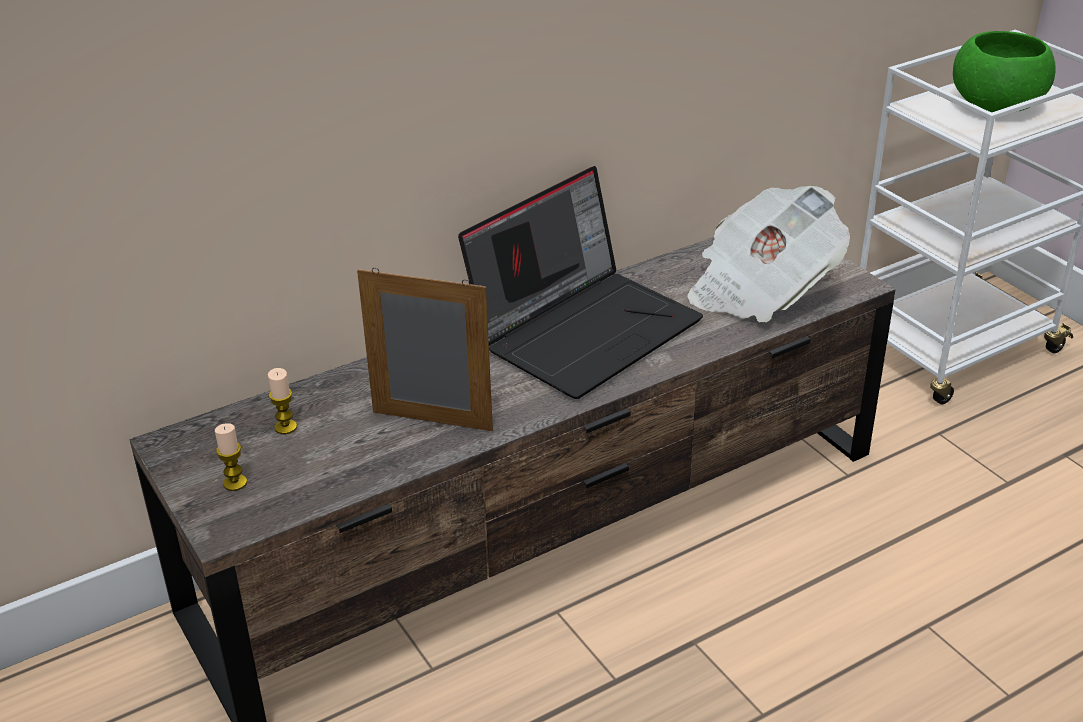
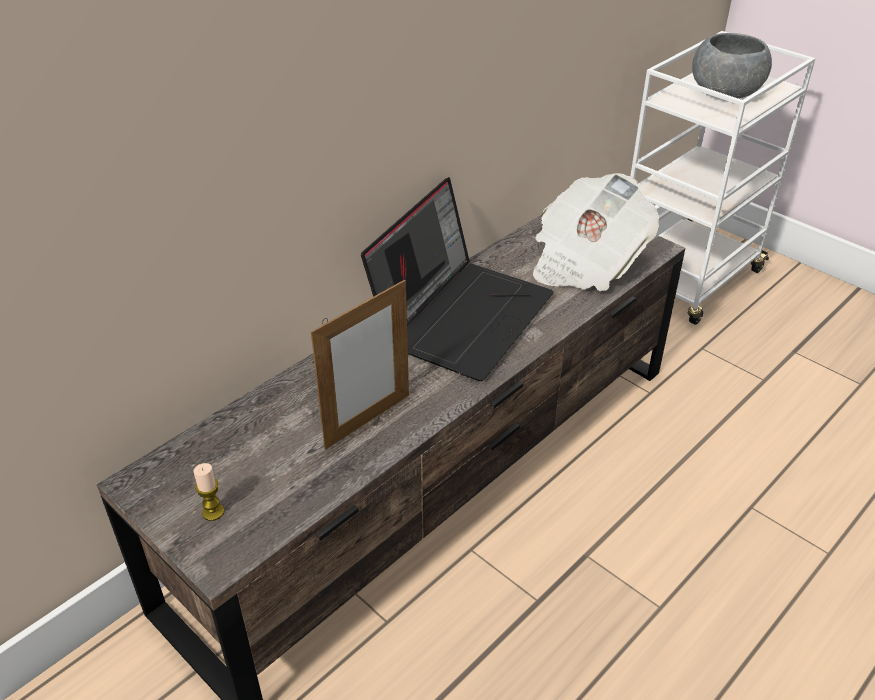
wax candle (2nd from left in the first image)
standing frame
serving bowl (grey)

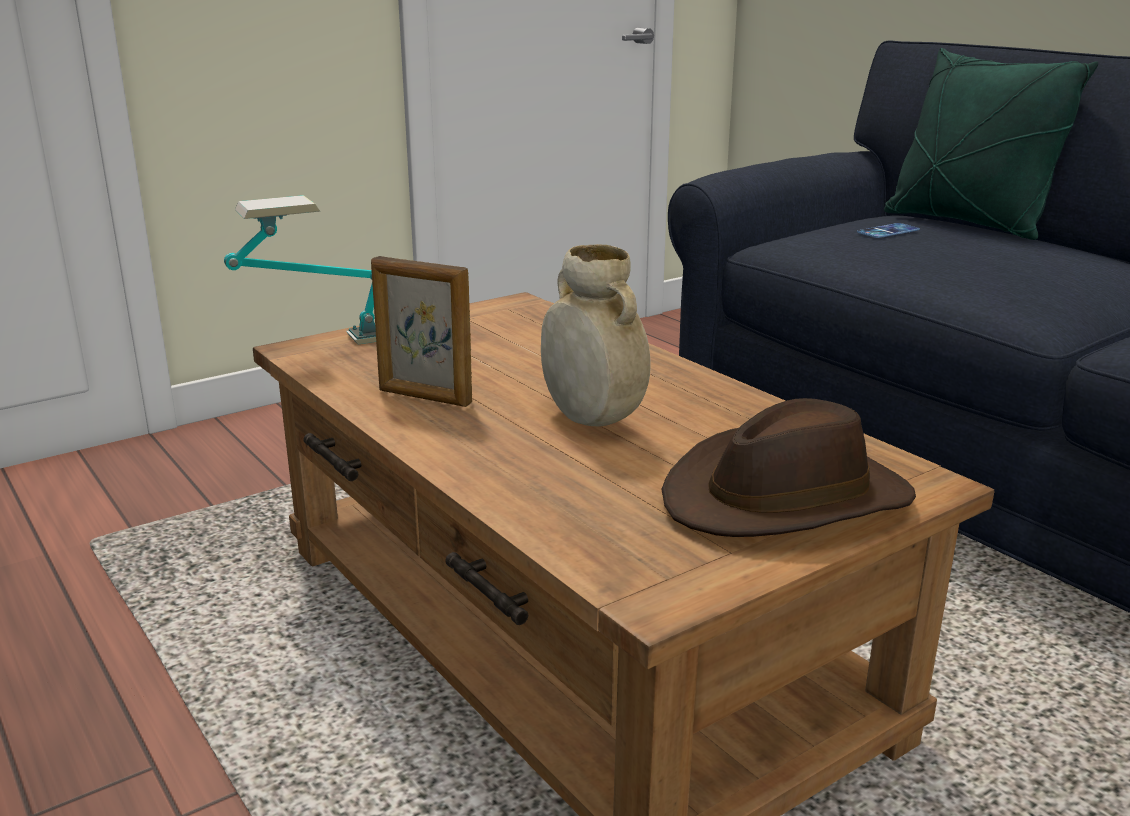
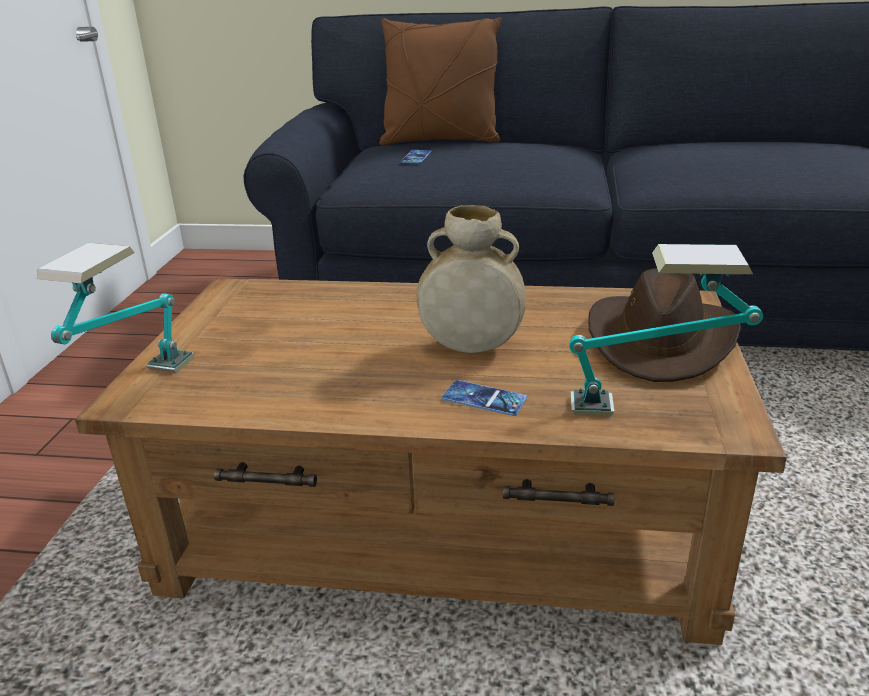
standing frame
cushion (brown-coloured)
handset (2nd from left)
tabletop lamp (2nd from left)

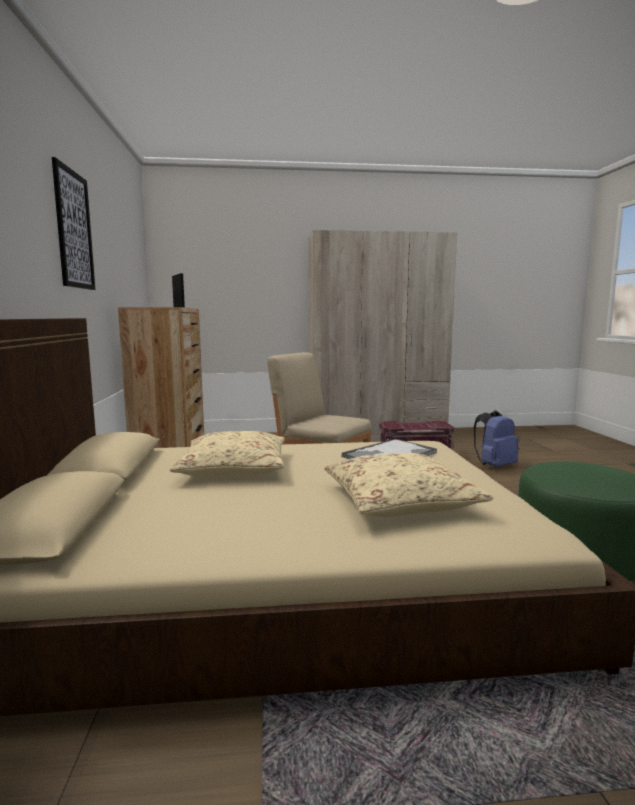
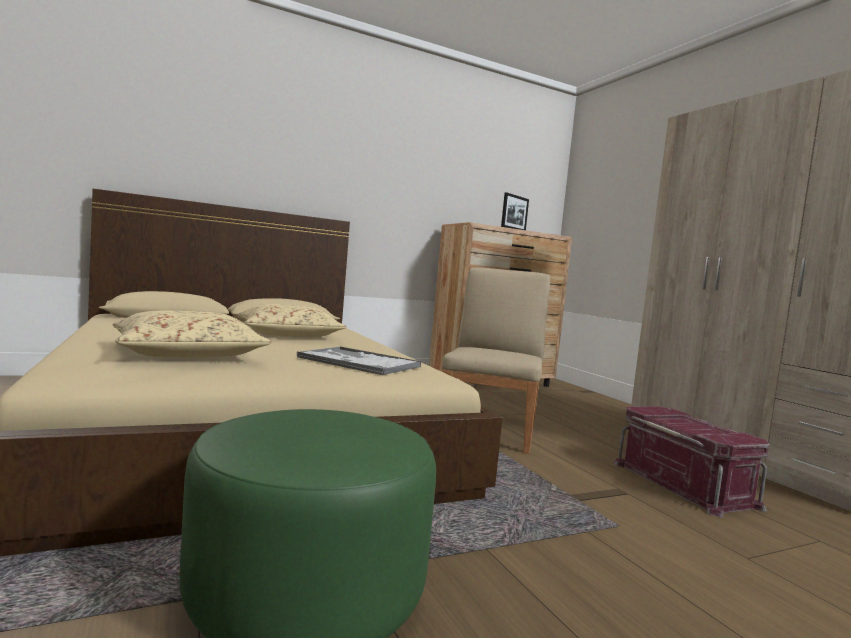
wall picture
backpack (blue)

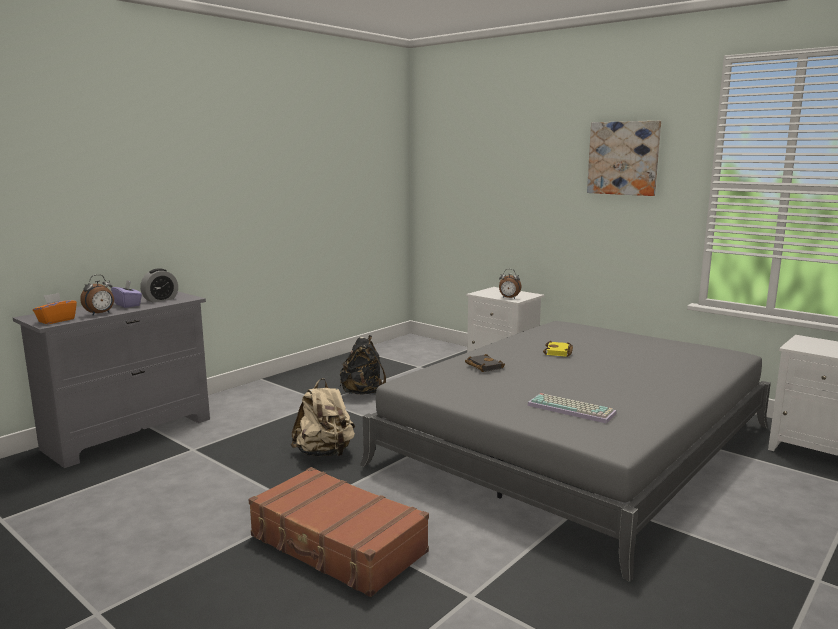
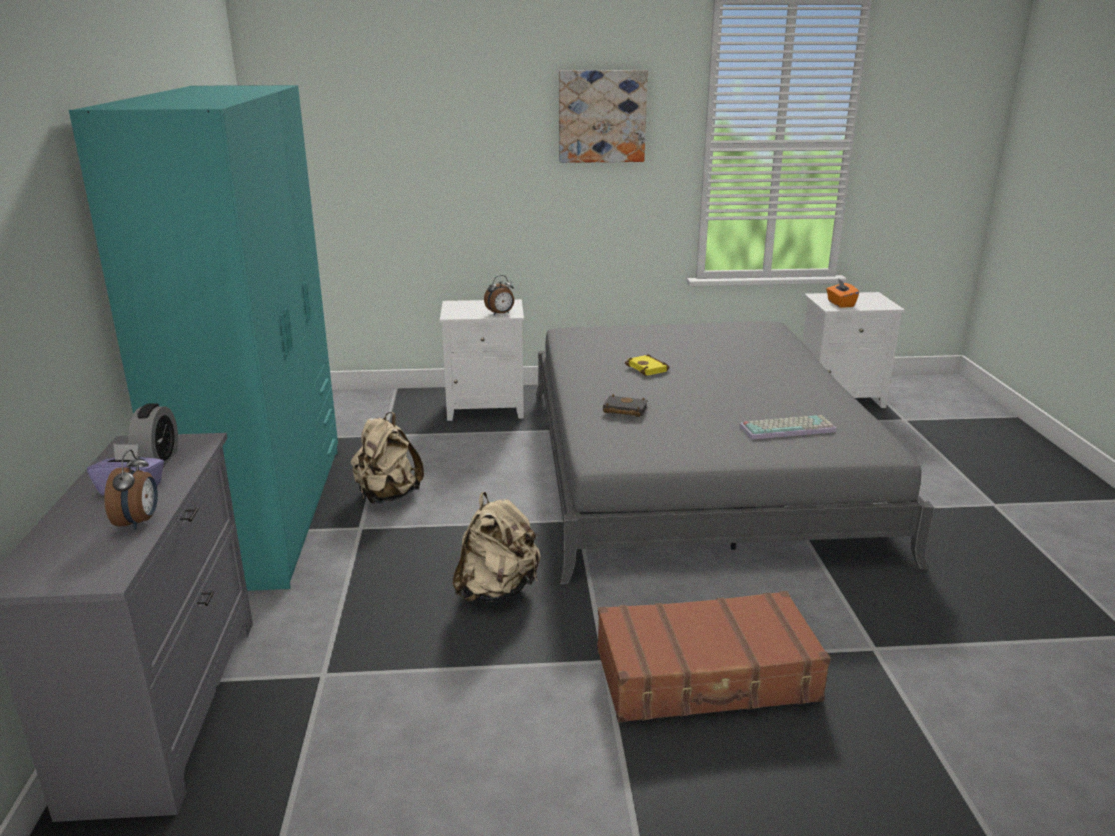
tissue holder (orange)
backpack (beige-coloured) (1st from left)
wardrobe (turquoise-coloured)

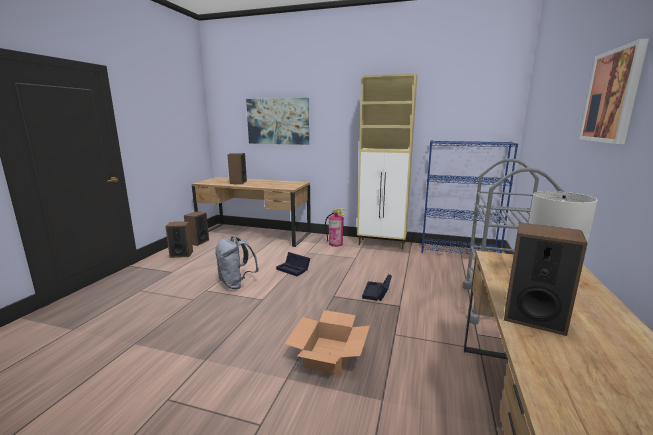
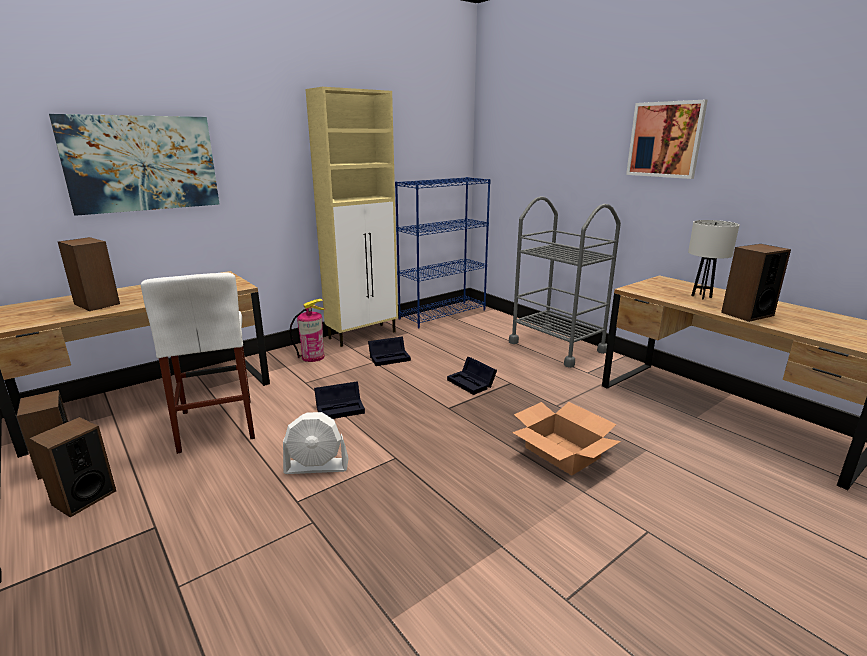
fan (whitish)
stool seat (whitish)
storage container (black-coloured) (2nd from left)

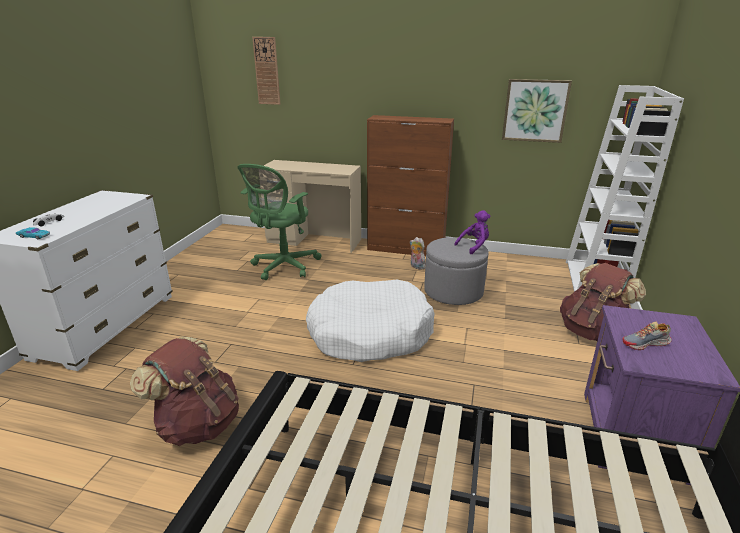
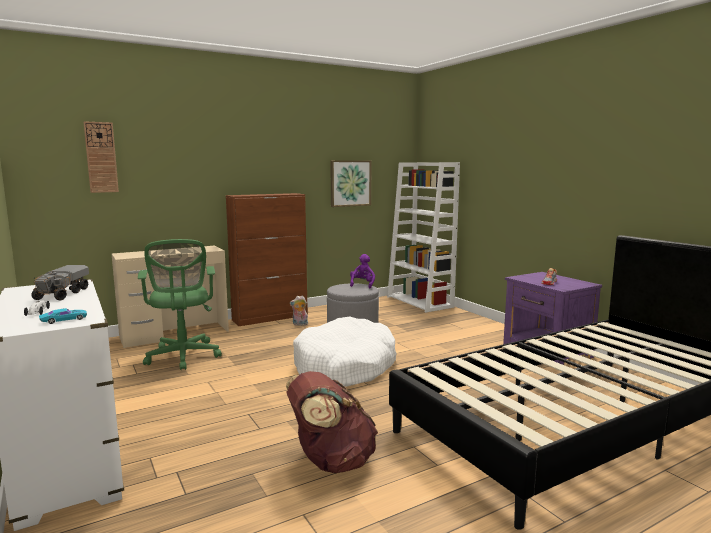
backpack (brown-coloured) (2nd from left in the first image)
toy truck

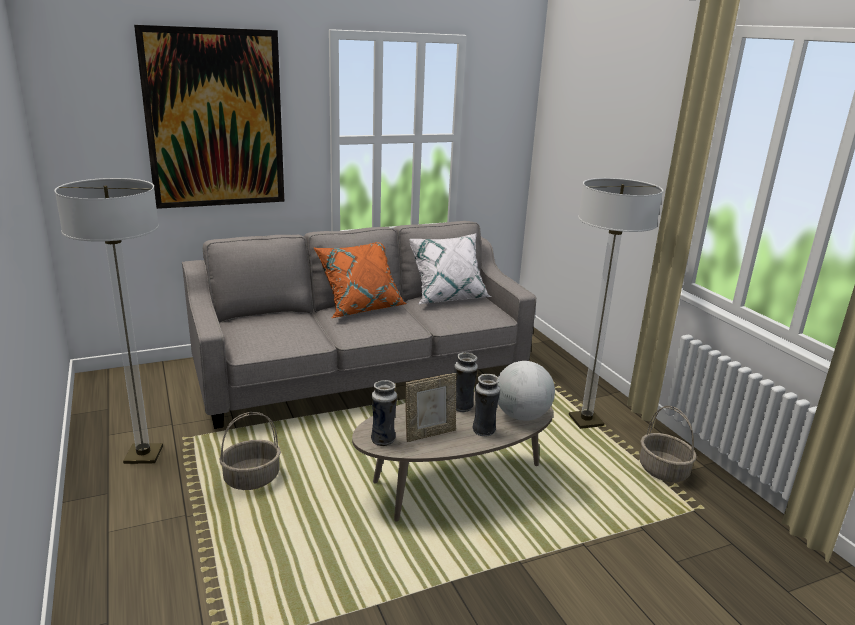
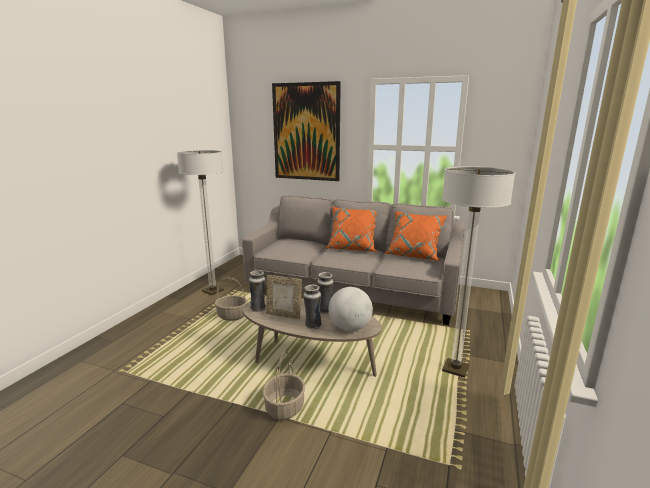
cushion (orange) (2nd from left)
storage basket (2nd from left)

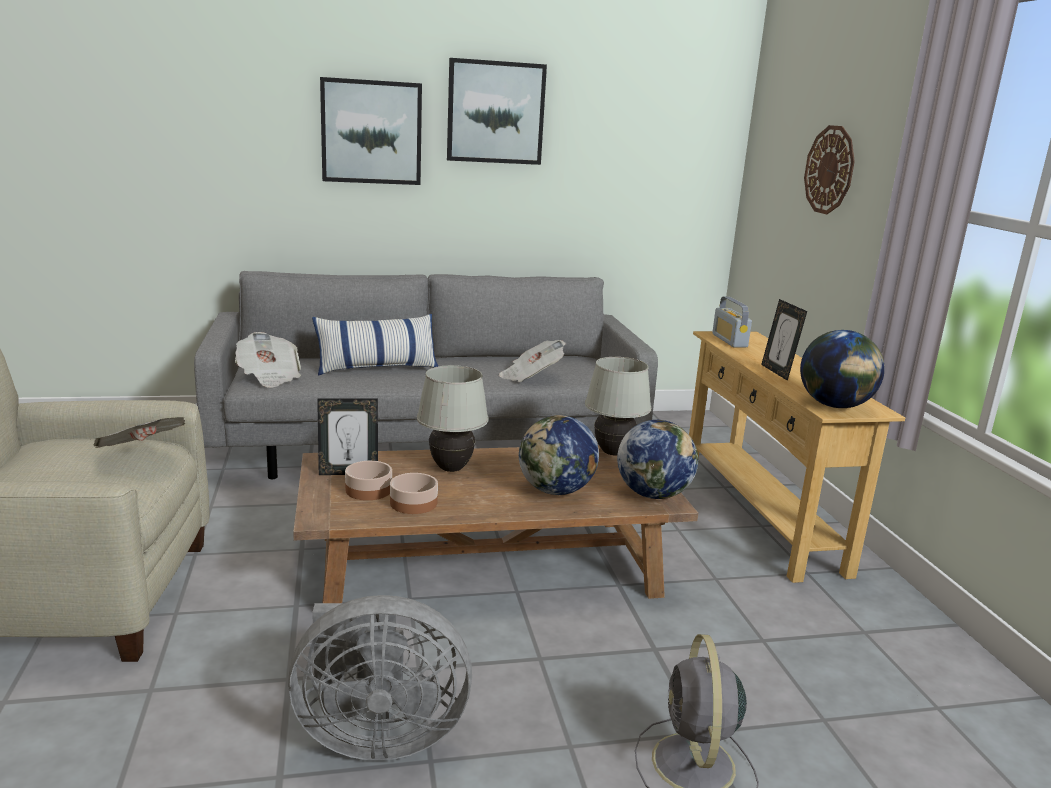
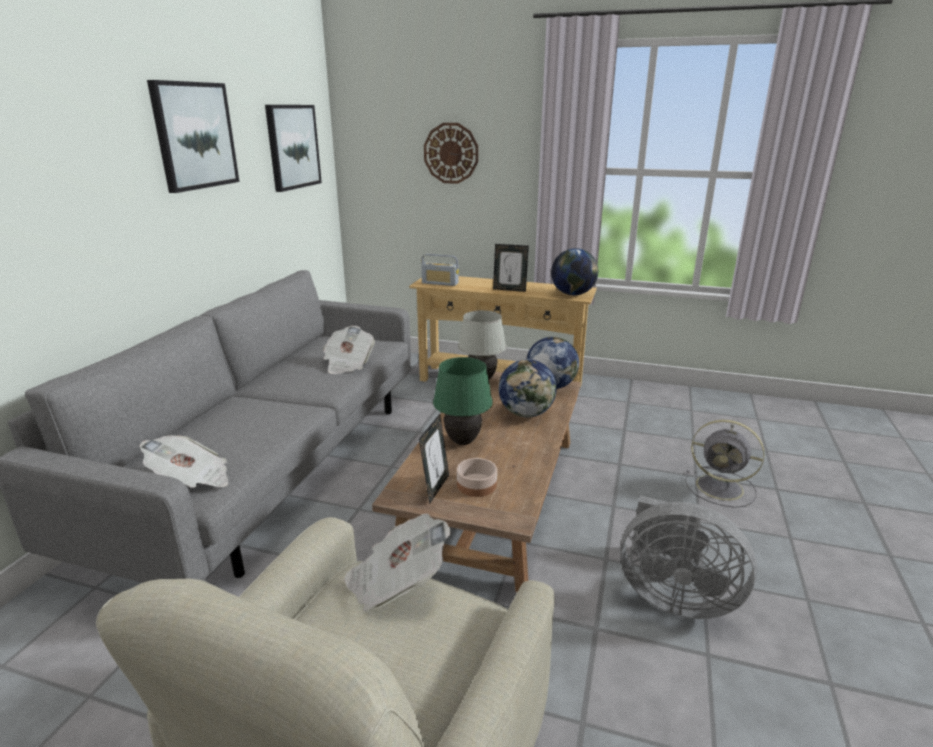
fan (grey) (1st from left)
cushion
wall picture (2nd from left)
serving bowl (2nd from left in the first image)
tabletop lamp (green)

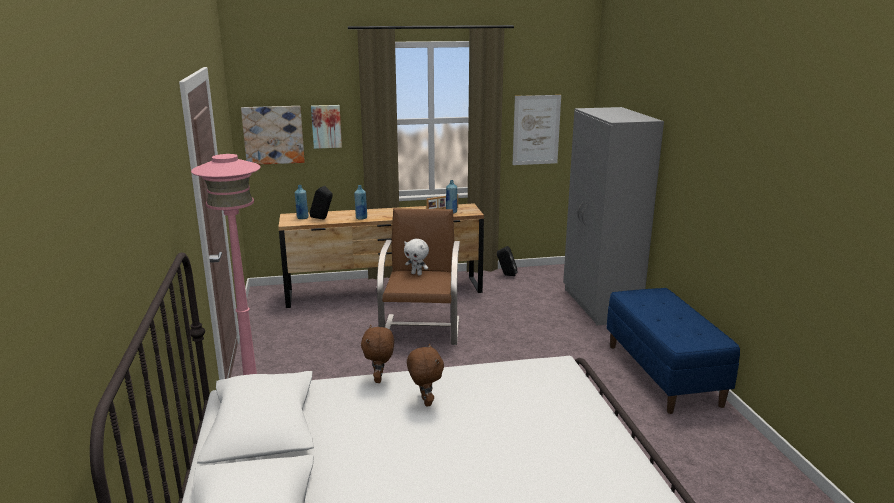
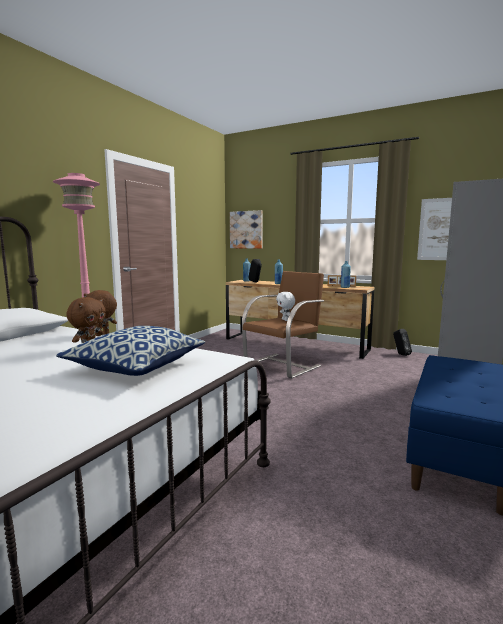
wall picture (2nd from left in the first image)
cushion

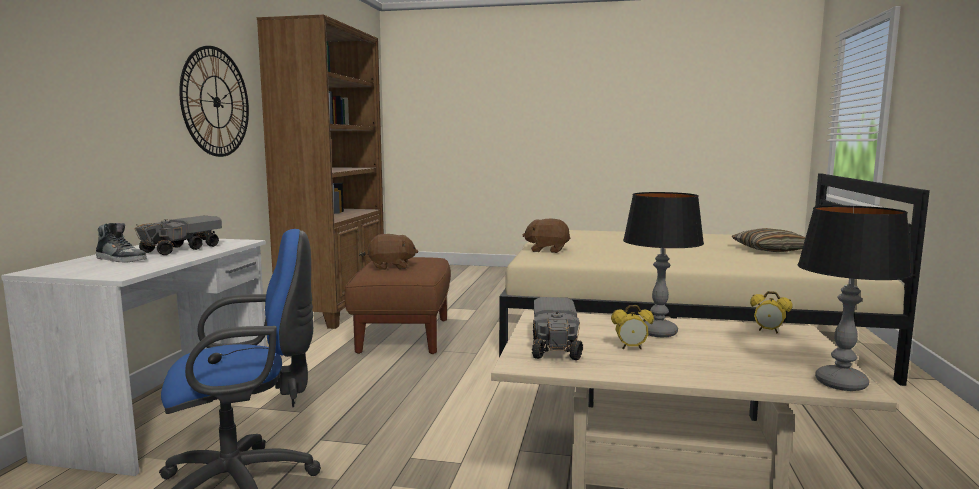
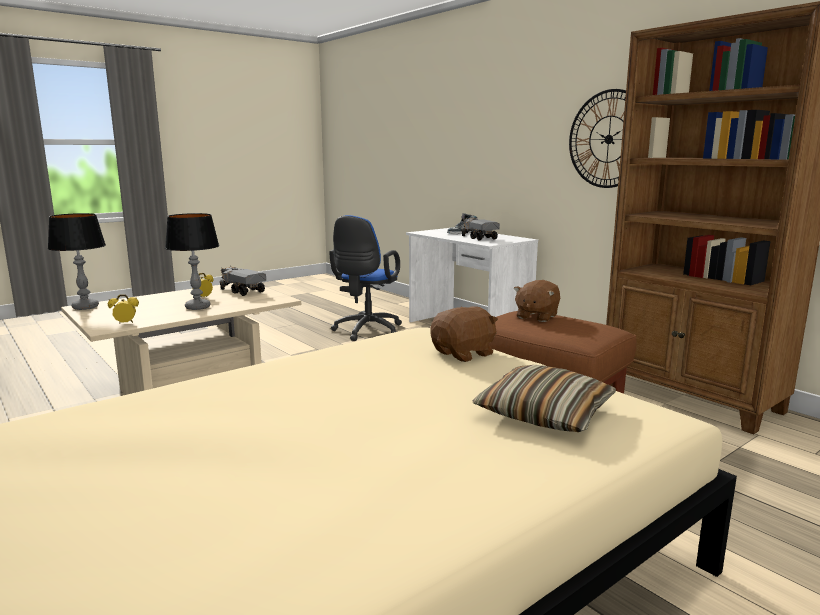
cushion

